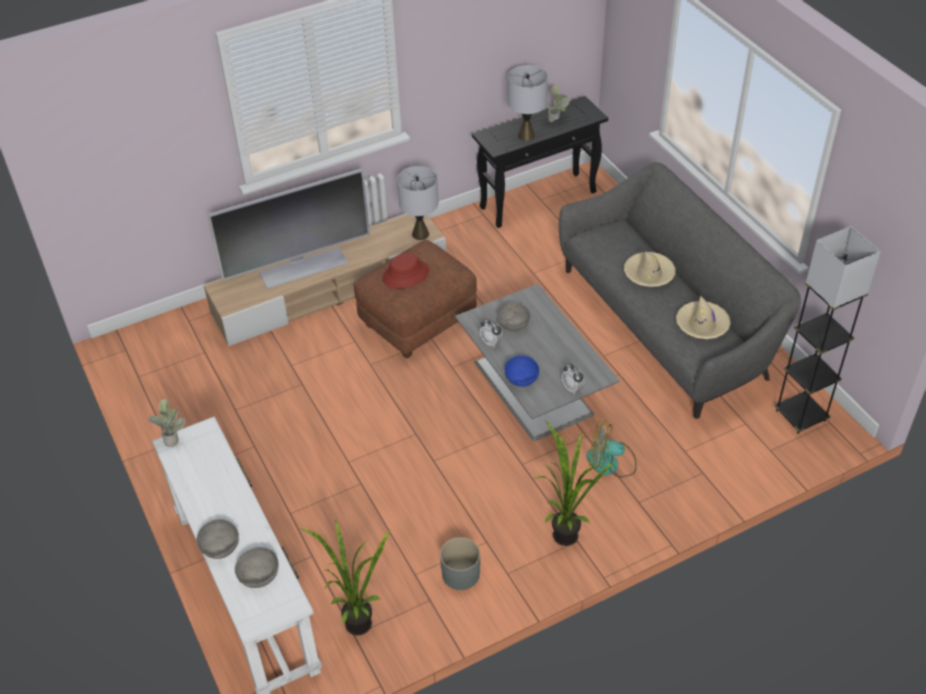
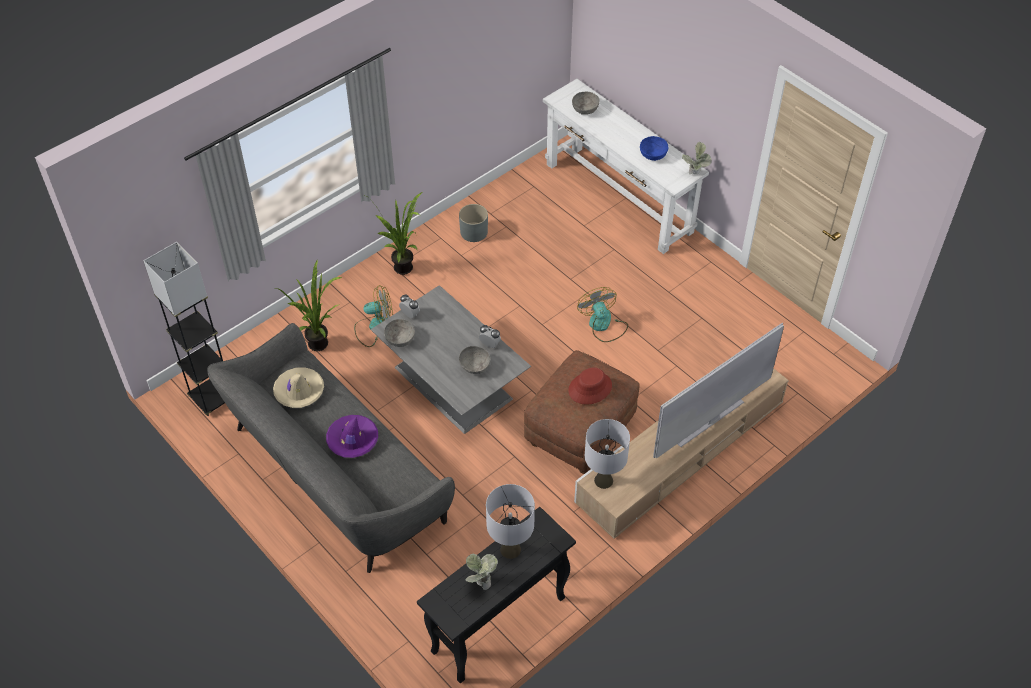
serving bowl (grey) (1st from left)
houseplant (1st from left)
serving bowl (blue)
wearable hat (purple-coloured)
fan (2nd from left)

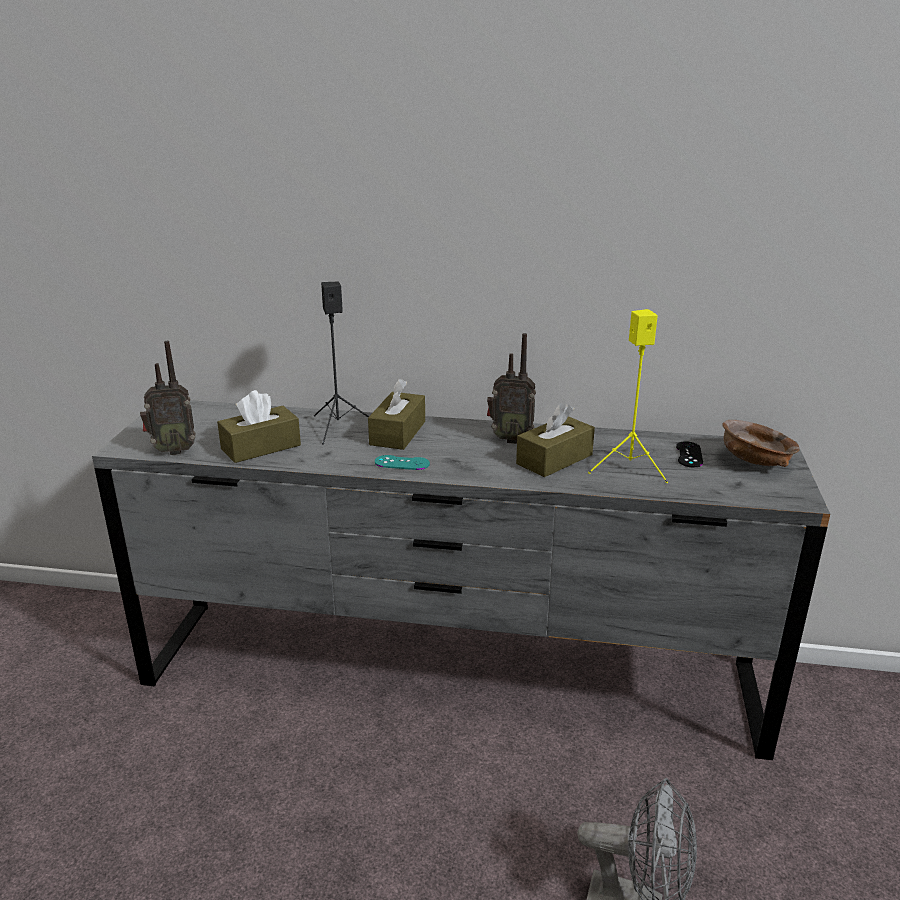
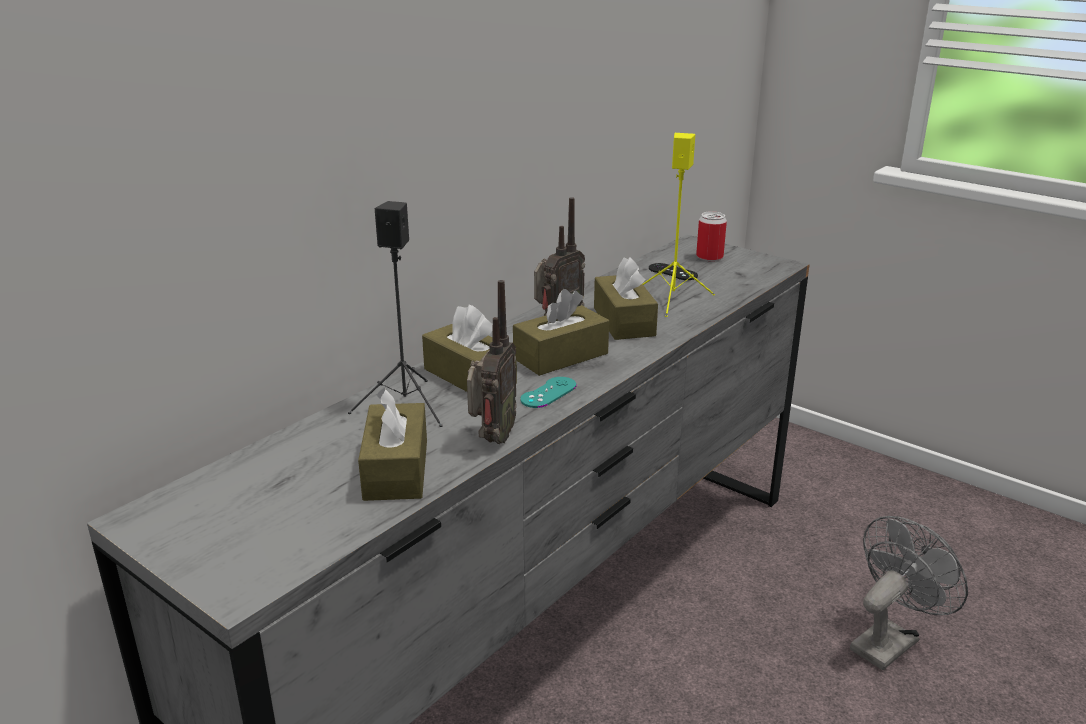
radio receiver (1st from left)
metal can
tissue holder (brown-coloured) (3rd from left)

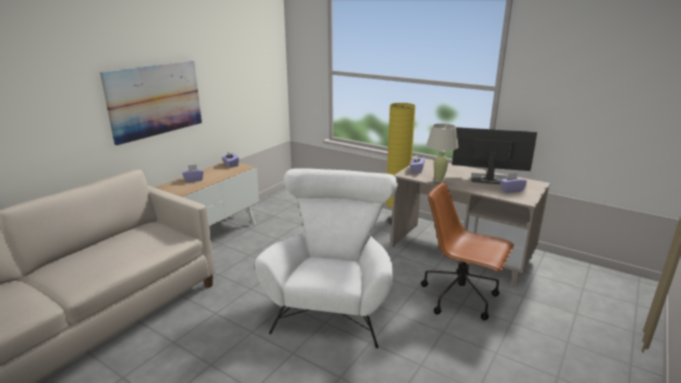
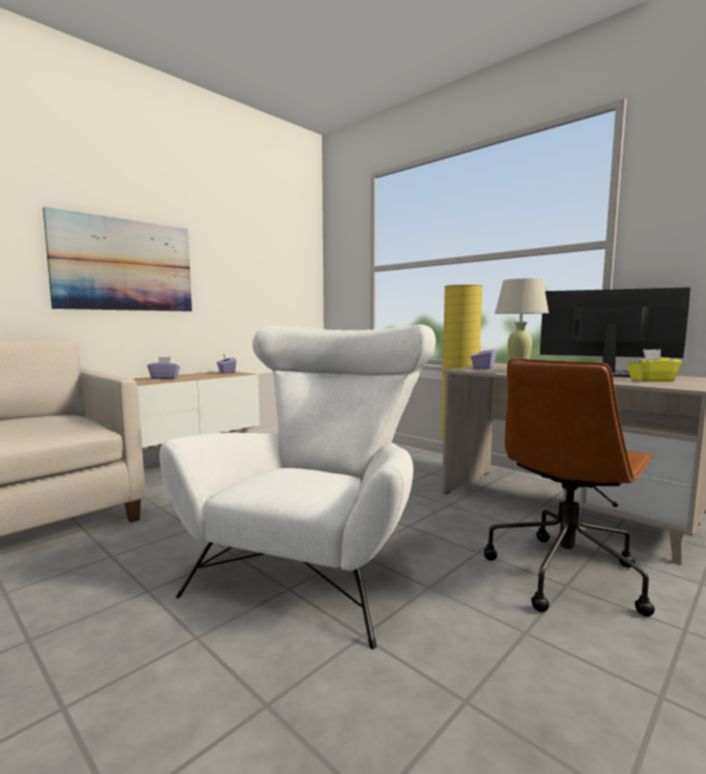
computer chair (brown-coloured)
tissue holder (yellow-coloured)

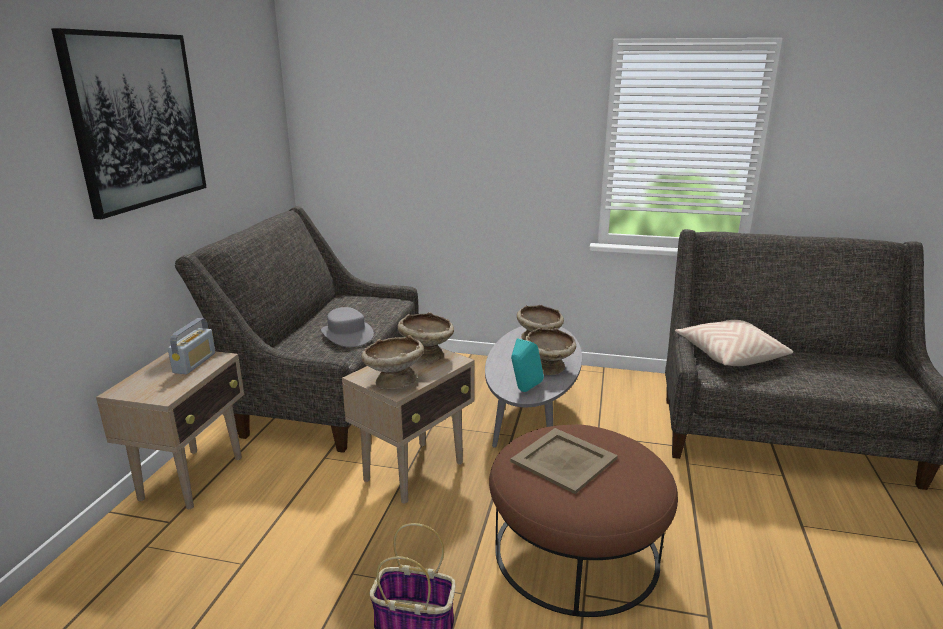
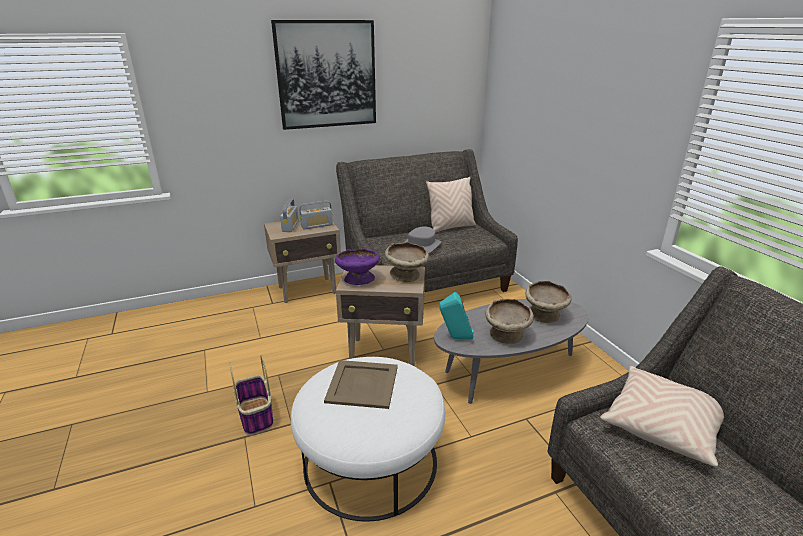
serving bowl (purple-coloured)
ottoman (whitish)
radio receiver (1st from left)
cushion (beige-coloured) (1st from left)

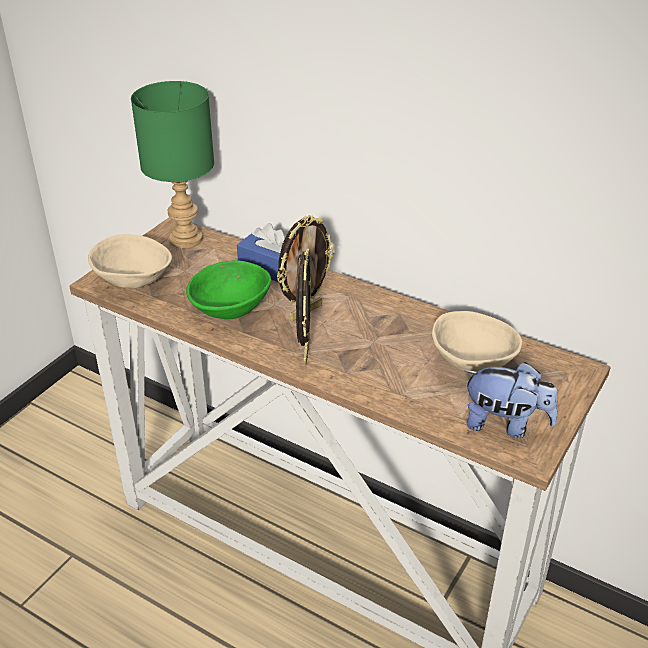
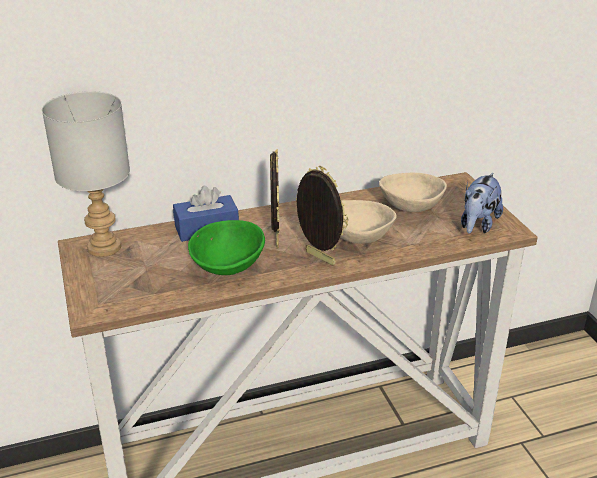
serving bowl (beige-coloured) (1st from left)
tabletop lamp (grey)
cuddly toy

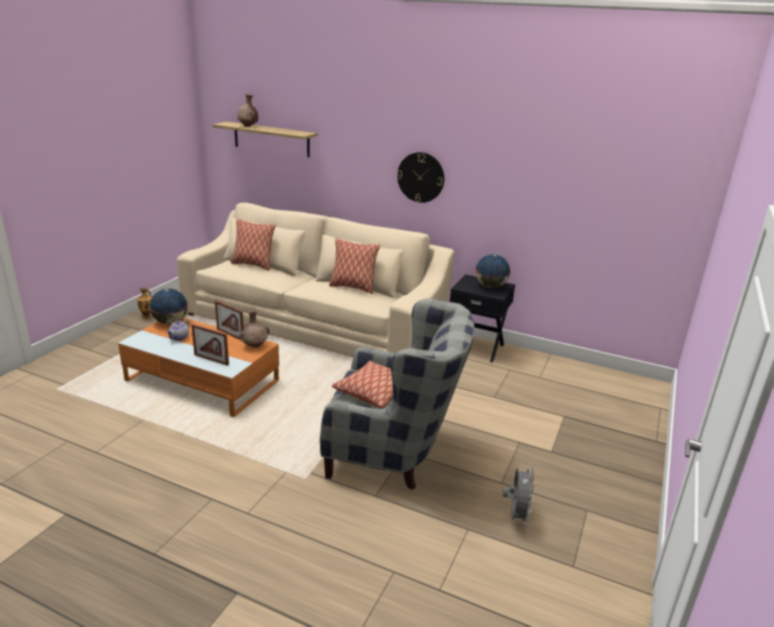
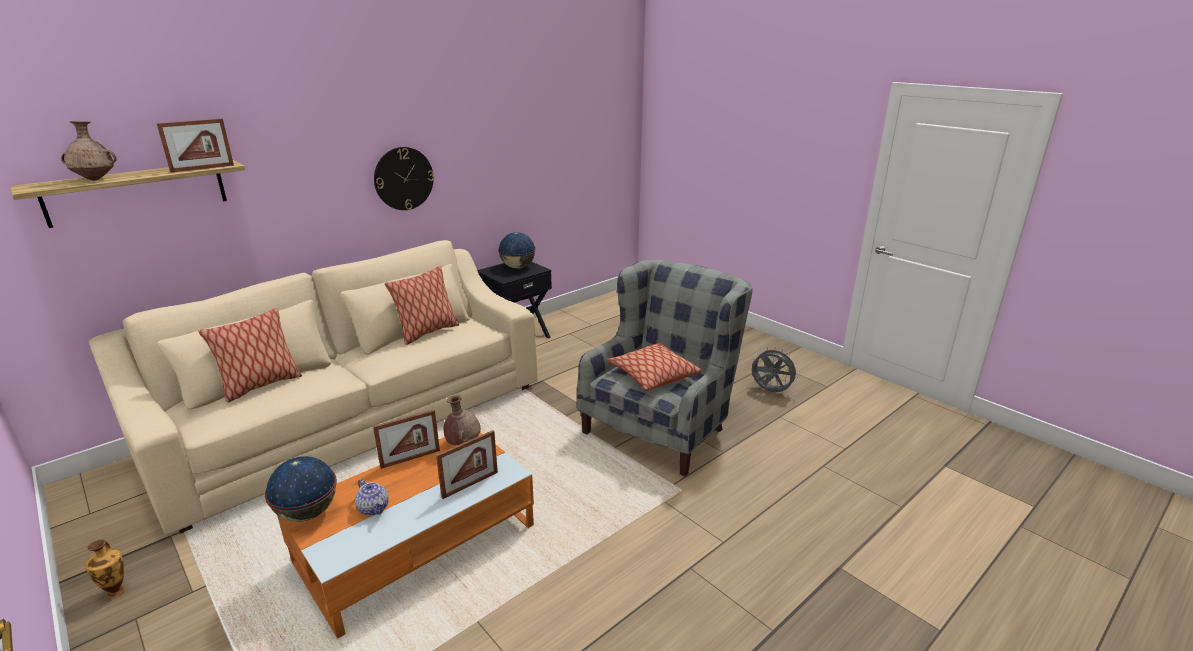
standing frame (1st from left)

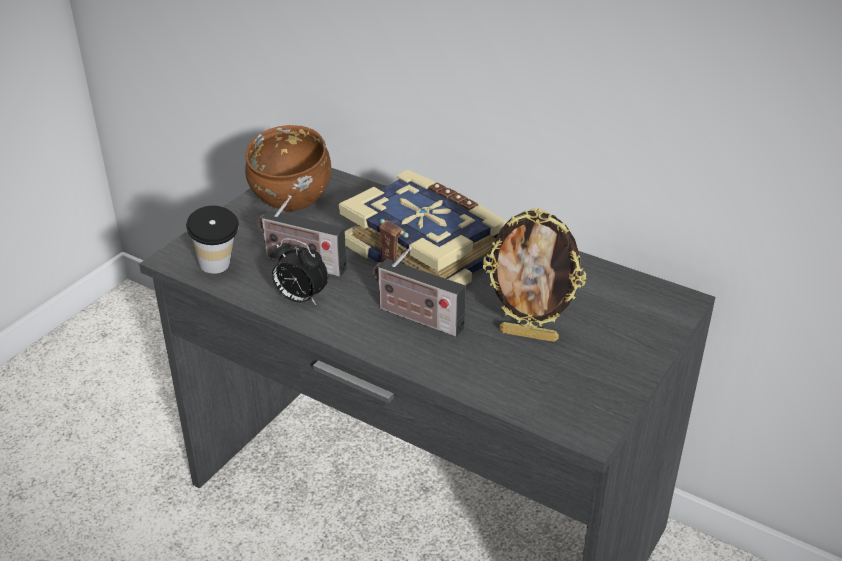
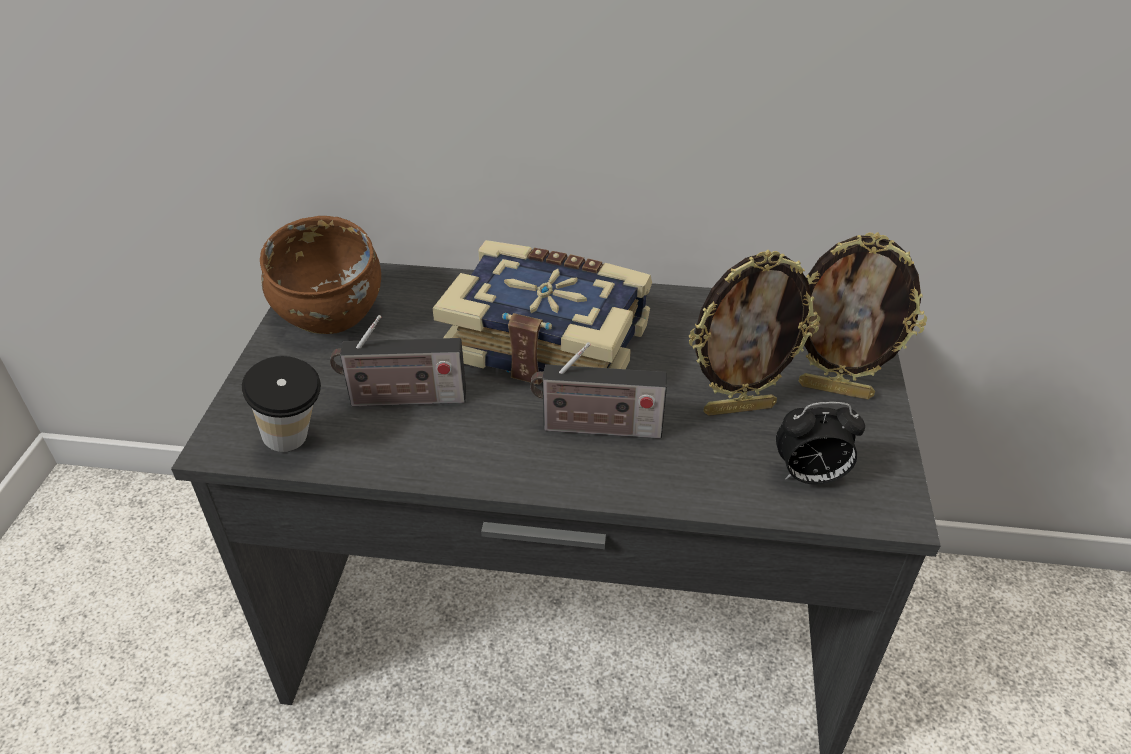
table clock
standing frame (2nd from left)

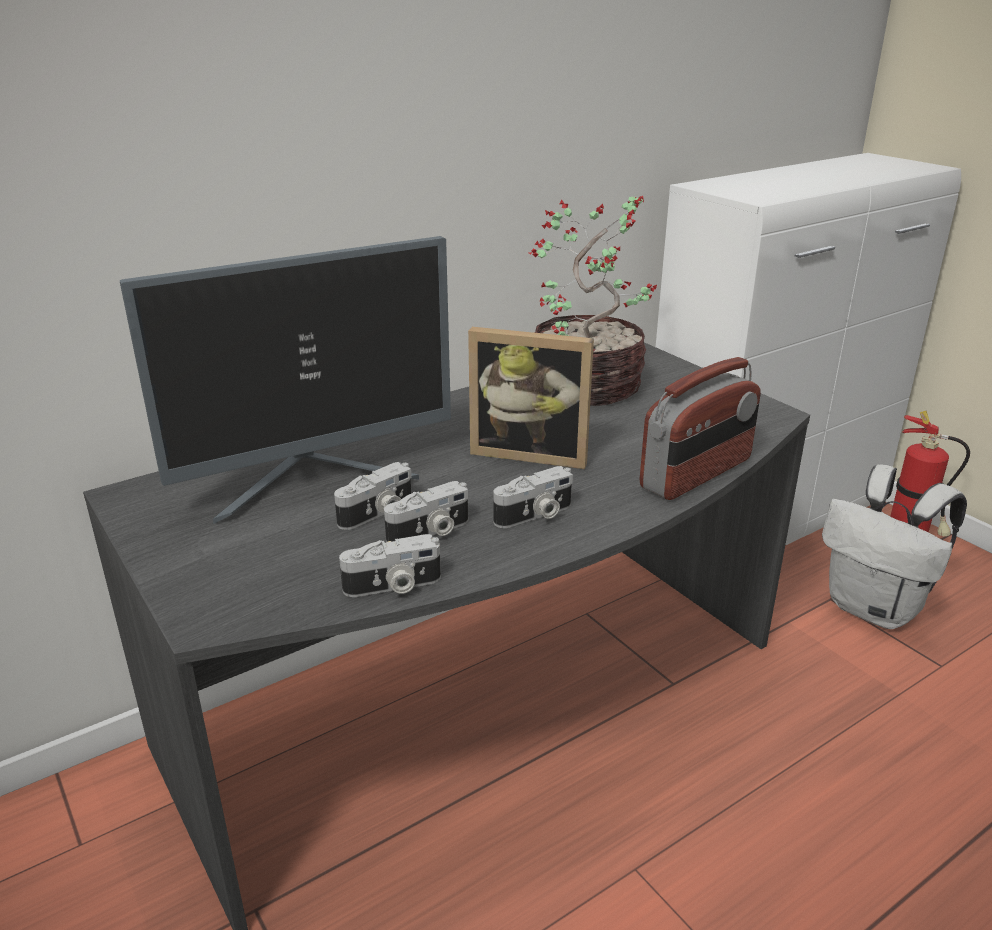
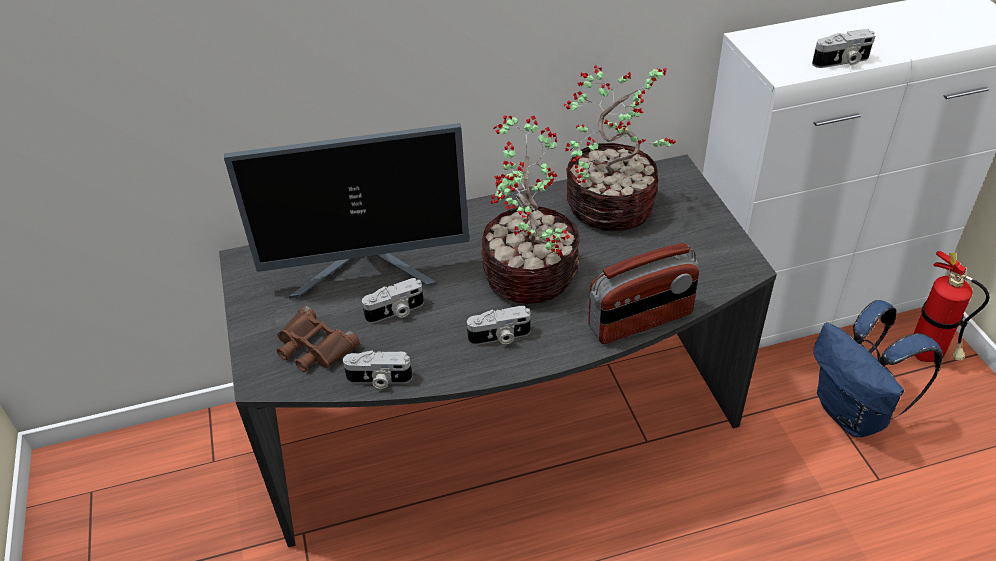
still camera (4th from left)
houseplant (1st from left)
backpack (blue)
field glasses (brown-coloured)

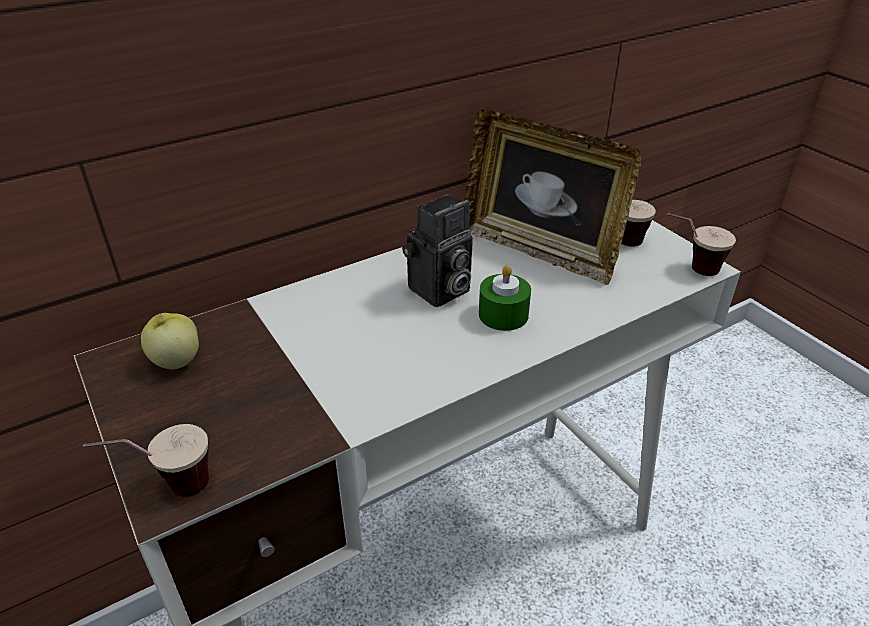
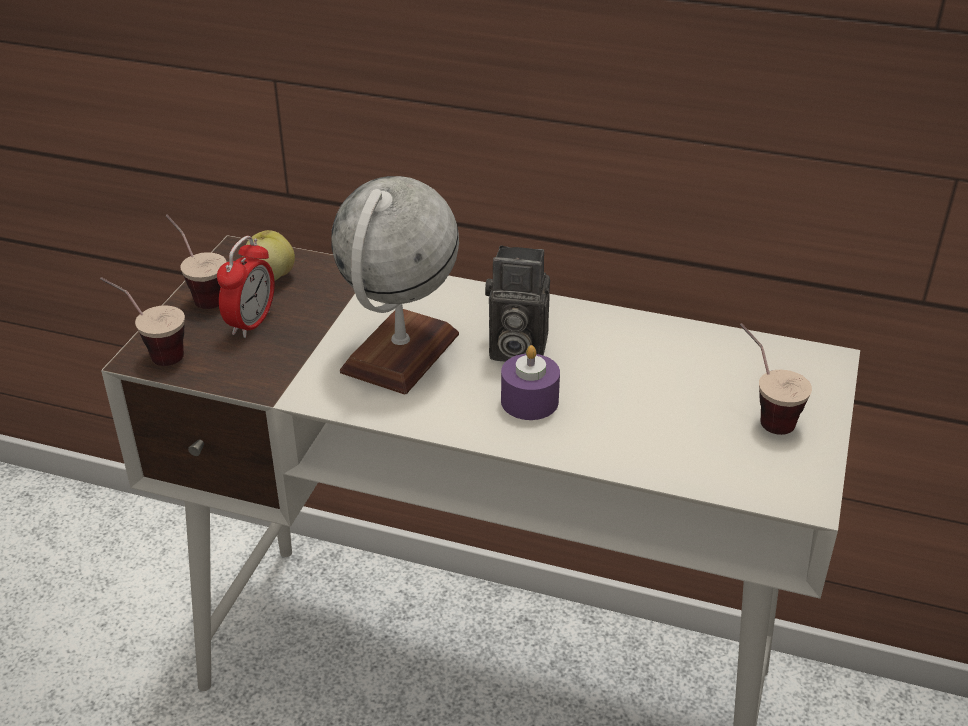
standing frame
wax candle (purple-coloured)
drinking cup (2nd from left)
table clock
world globe

